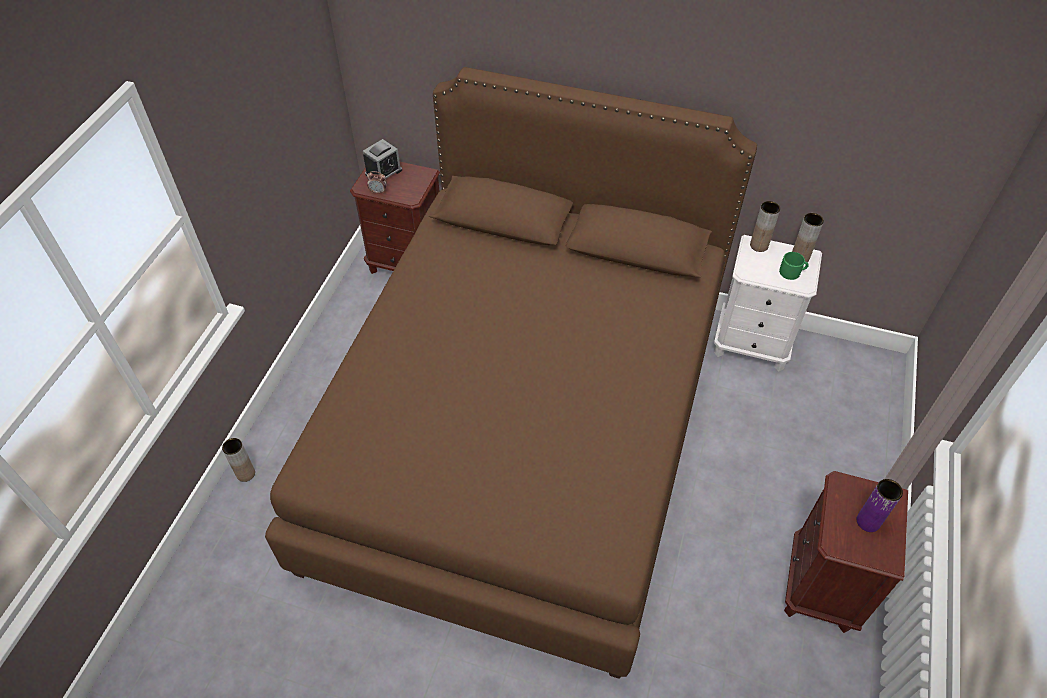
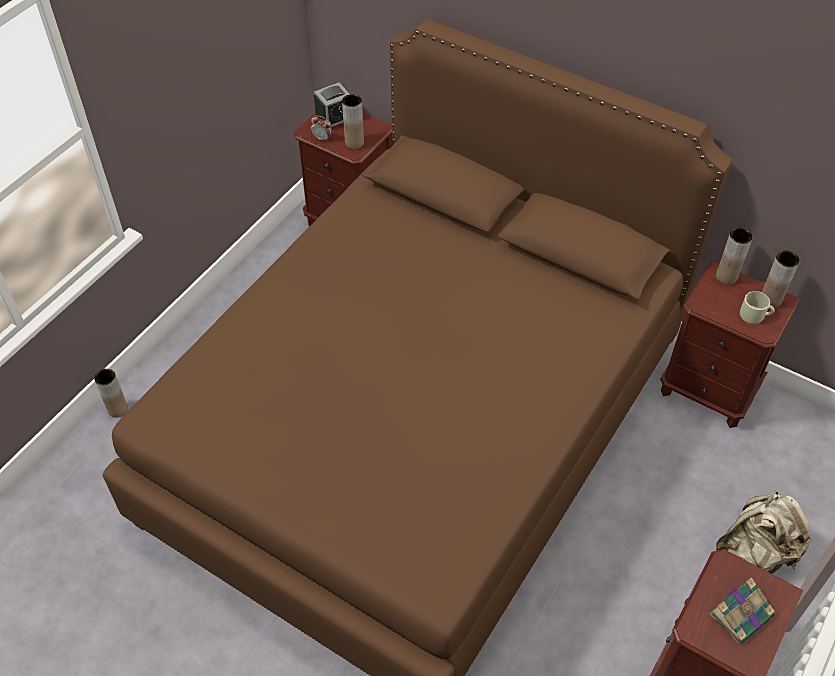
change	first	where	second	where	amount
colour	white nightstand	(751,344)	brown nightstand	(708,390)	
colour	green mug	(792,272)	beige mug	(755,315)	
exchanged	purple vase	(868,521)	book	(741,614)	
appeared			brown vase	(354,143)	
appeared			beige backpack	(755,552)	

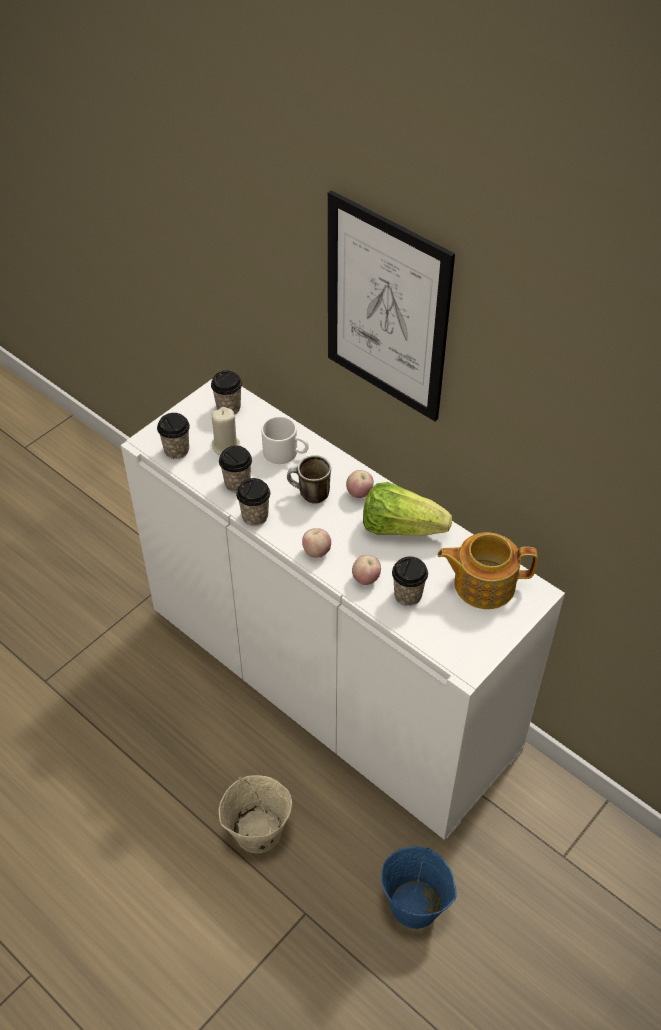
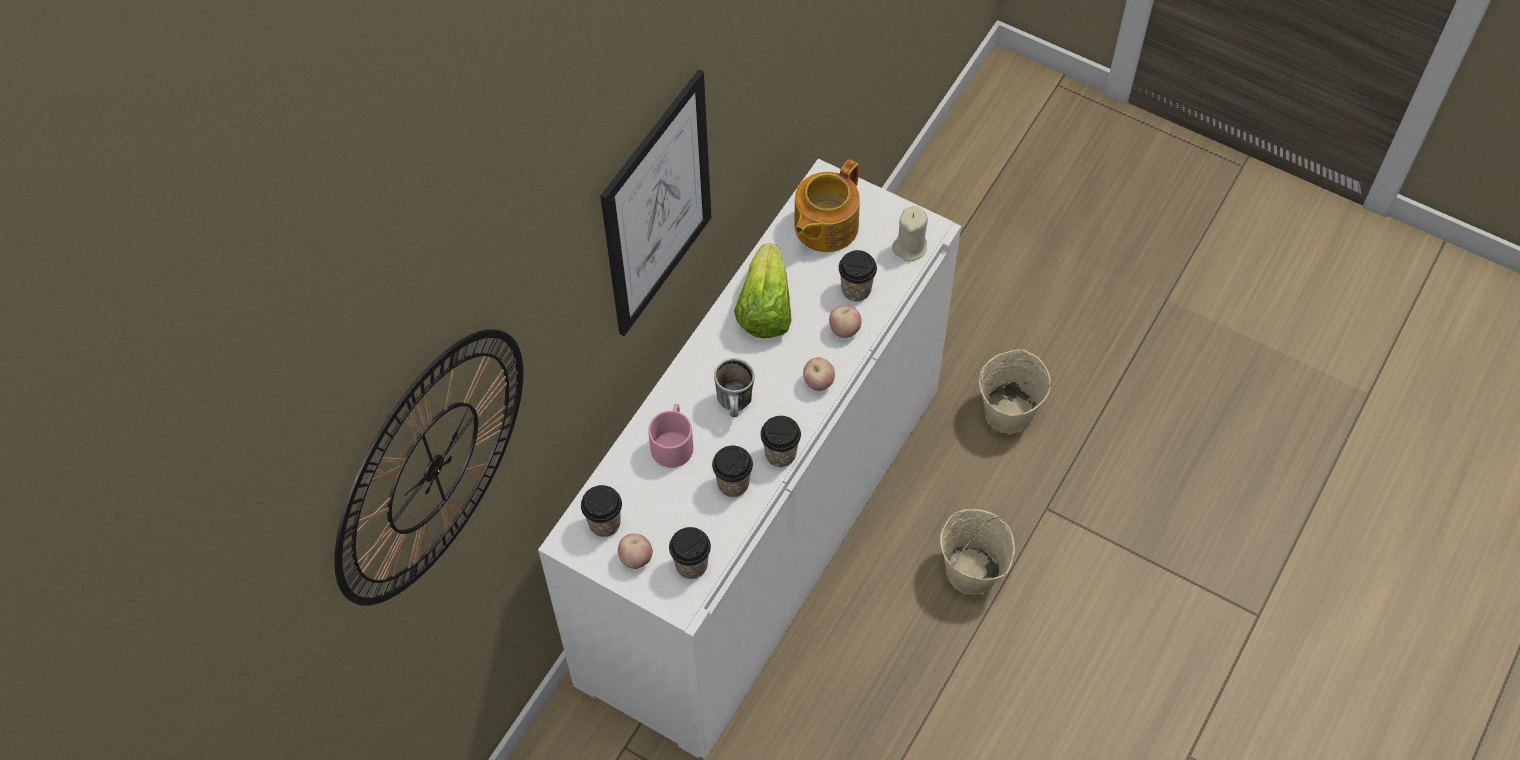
change	first	where	second	where	amount
relocated	beige candle	(226,446)		(910,247)	
colour	white mug	(286,453)	pink mug	(672,442)	
relocated	apple	(359,493)		(636,558)	
spun	teapot	(483,584)		(824,226)	45 degrees clockwise
colour	blue bucket	(415,905)	beige bucket	(1009,411)	
appeared			wall clock	(432,467)	

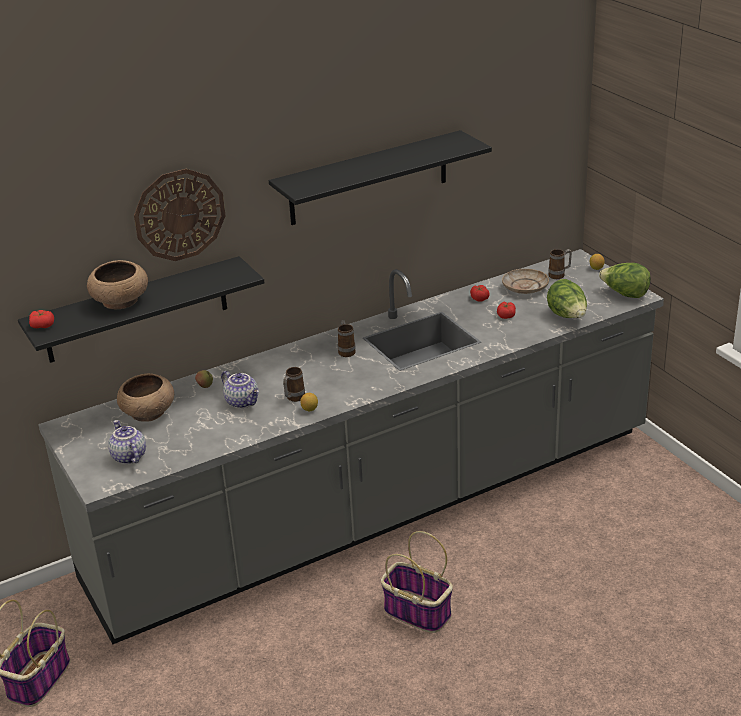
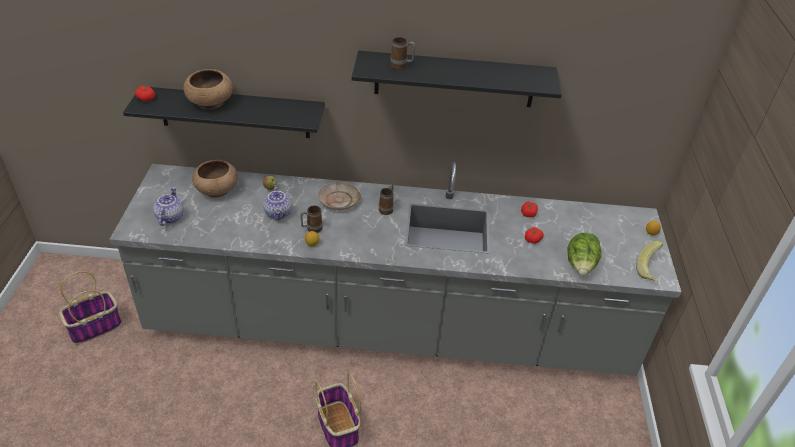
change	first	where	second	where	amount
missing	wall clock	(179,214)			
relocated	mug	(559,275)		(402,66)	
exchanged	lettuce	(624,294)	banana	(650,270)	
relocated	beige plate	(525,287)		(338,201)	

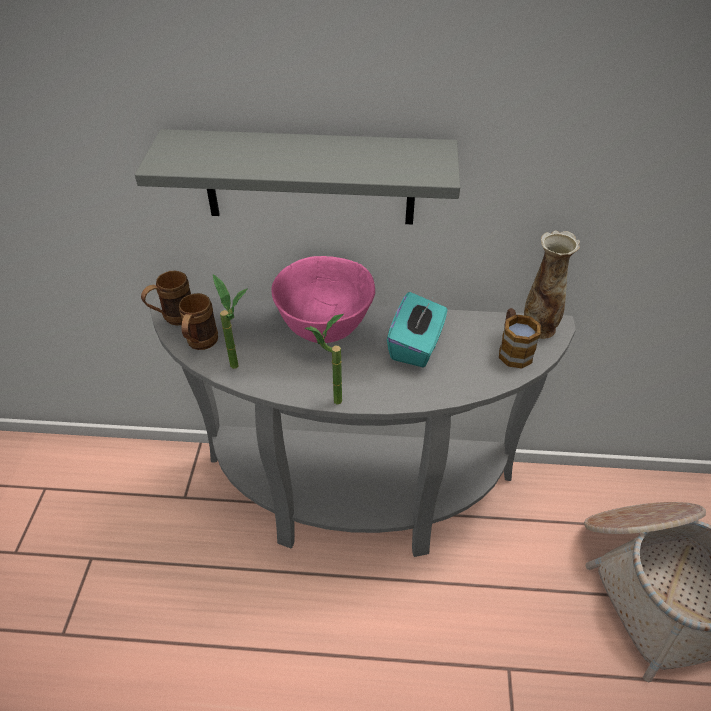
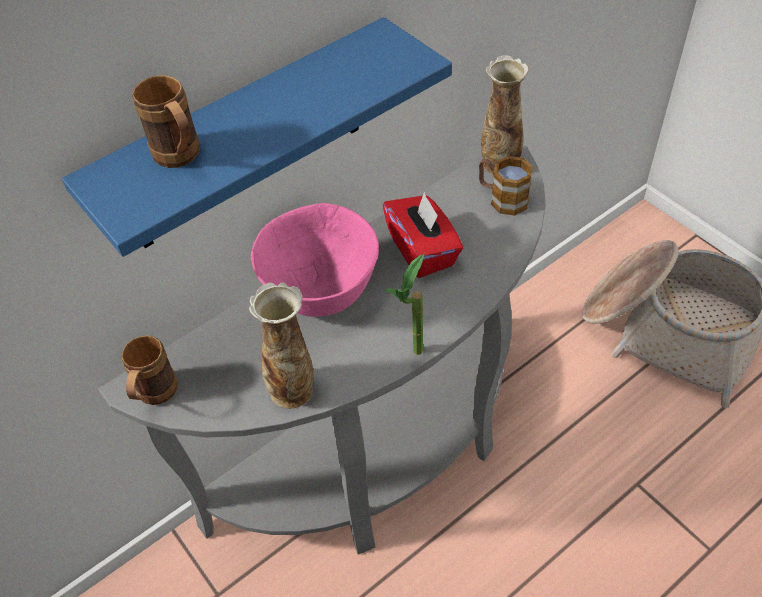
change	first	where	second	where	amount
colour	grey shelf	(309,178)	blue shelf	(246,139)	
exchanged	potted plant	(241,368)	vase	(293,390)	
colour	turquoise tissue box	(416,346)	red tissue box	(423,251)	
relocated	brown mug	(200,345)		(181,159)	

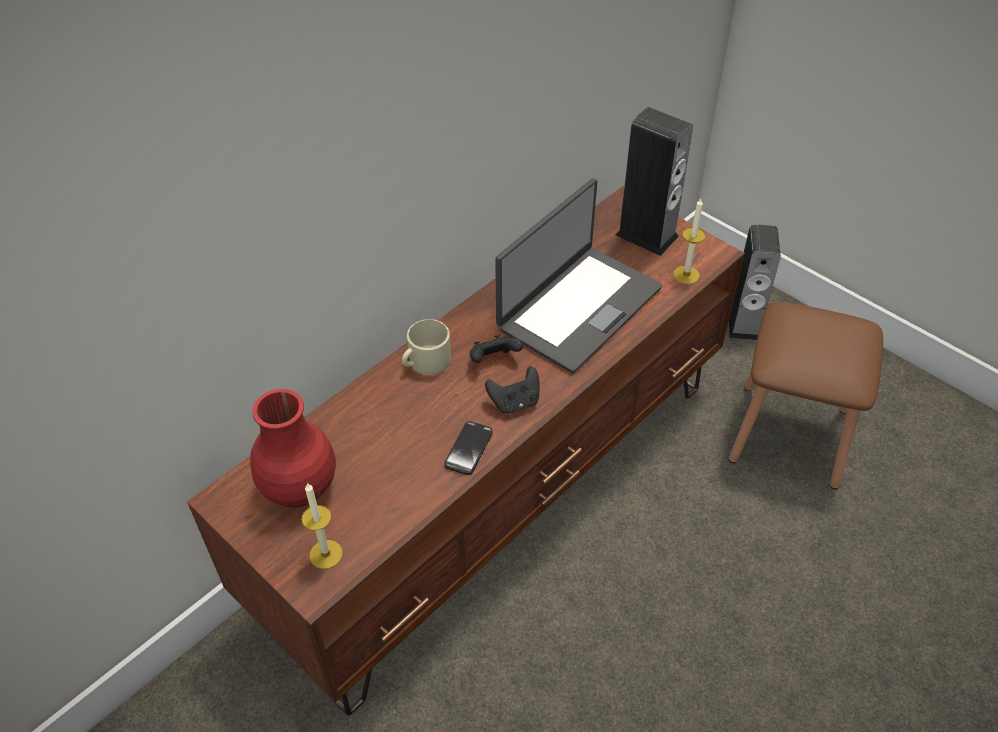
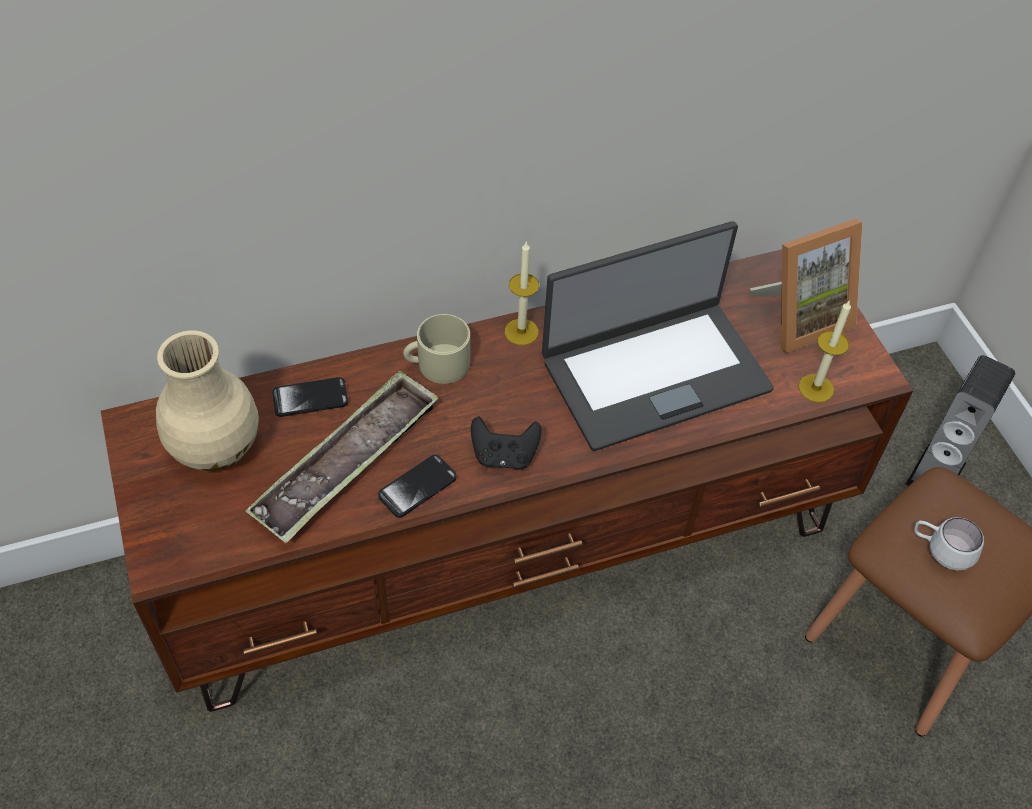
change	first	where	second	where	amount
exchanged	speaker	(646,235)	picture frame	(800,317)	
missing	black game controller	(493,360)			
colour	red vase	(299,489)	beige vase	(215,449)	
relocated	candle	(326,554)		(521,332)	
appeared			tray	(347,462)	
appeared			phone	(310,398)	
appeared			white mug	(940,551)	

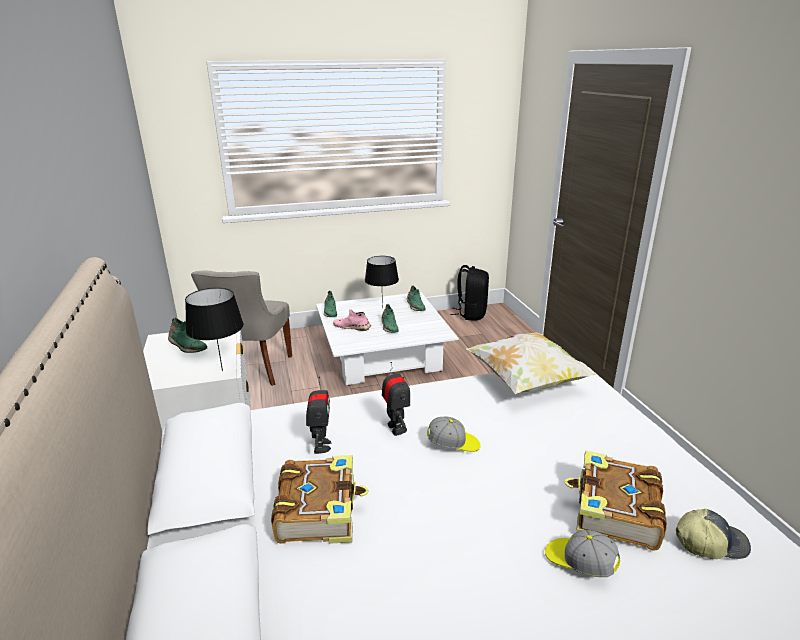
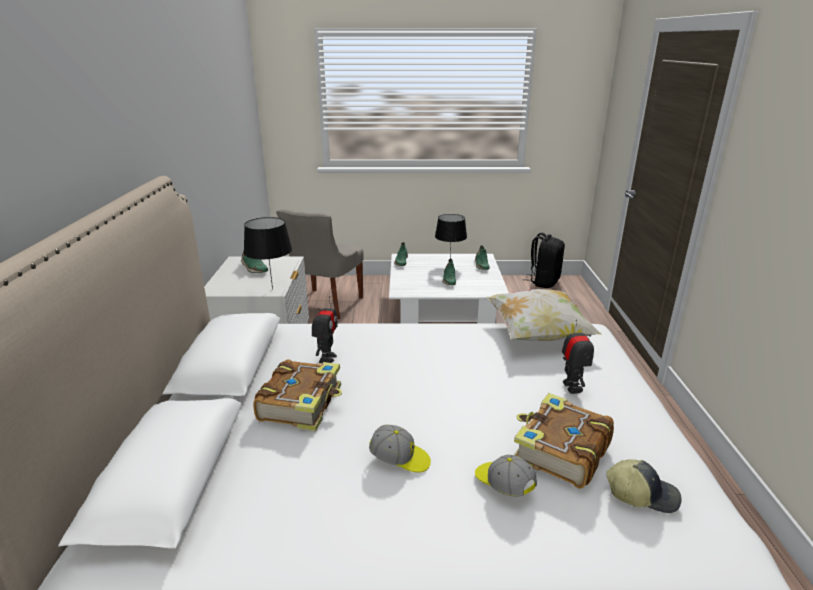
change	first	where	second	where	amount
missing	pink shoe	(352,327)			
relocated	toy robot	(396,428)		(572,387)	
relocated	cap	(453,444)		(400,459)	

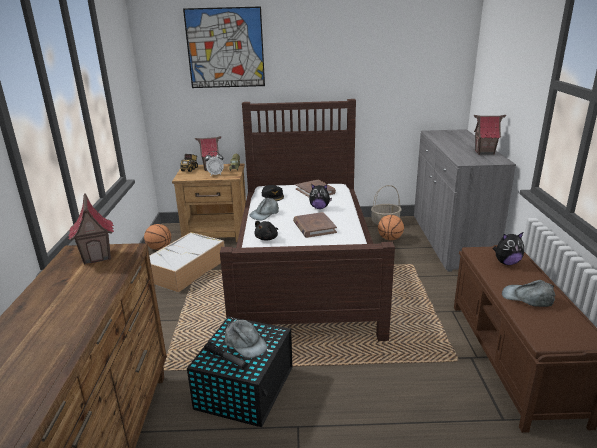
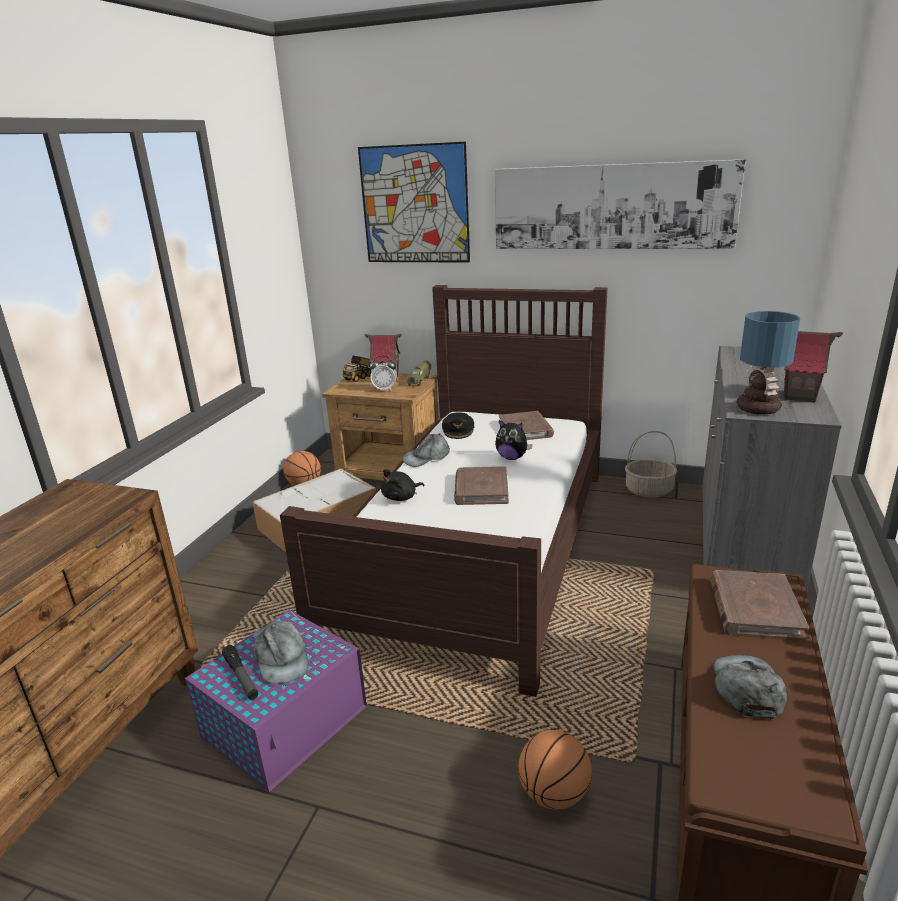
change	first	where	second	where	amount
missing	toy house	(97,256)			
relocated	basketball	(390,239)		(554,794)	
exchanged	plush toy	(506,263)	brown book	(754,608)	
spun	grey cap	(527,298)		(747,687)	45 degrees clockwise
colour	black storage box	(246,386)	purple storage box	(287,720)	
appeared			picture	(611,207)	
appeared			table lamp	(759,409)	

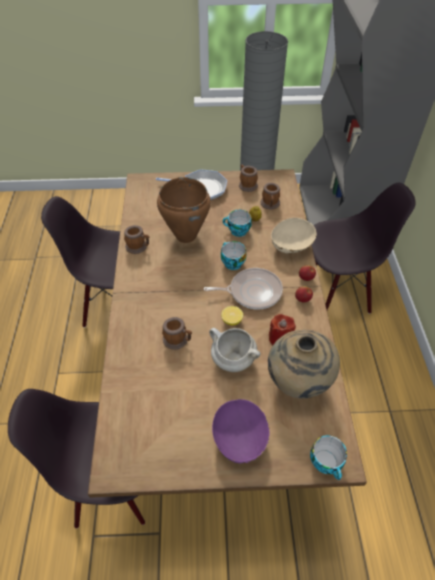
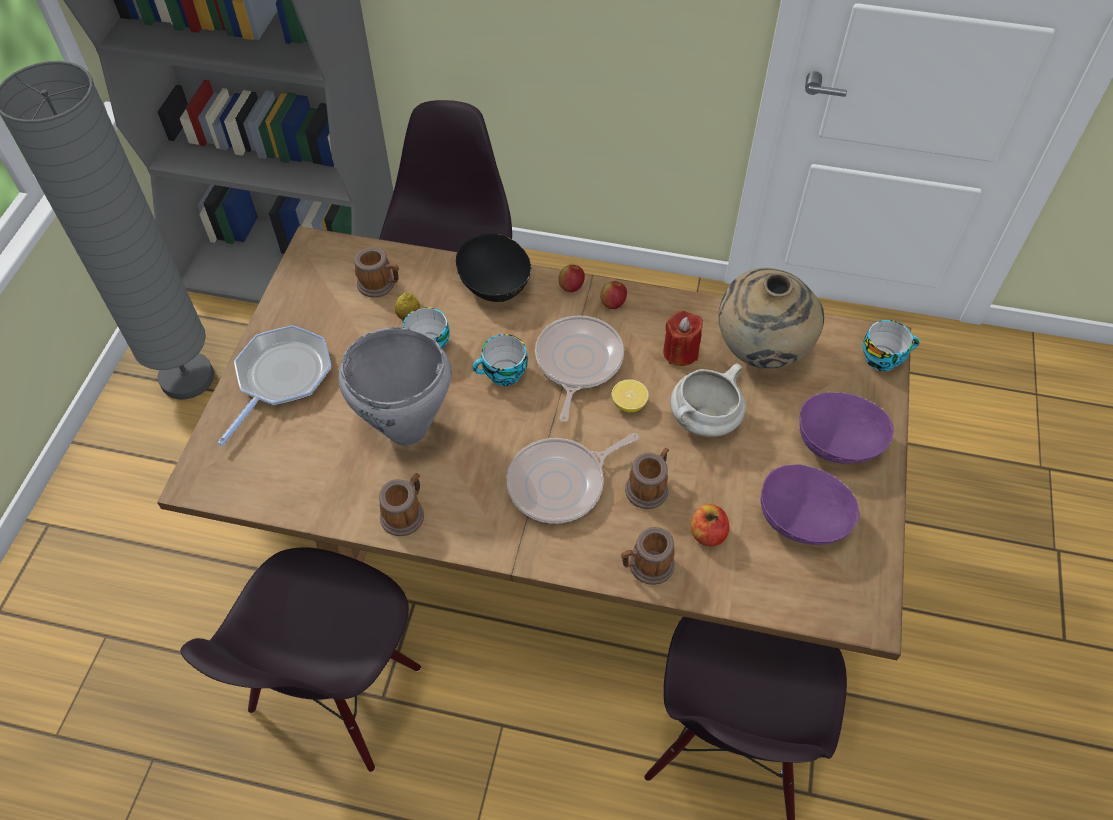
change	first	where	second	where	amount
relocated	mug	(246,184)		(646,566)	
colour	brown cooking pot	(185,236)	grey cooking pot	(407,429)	
colour	beige bowl	(291,246)	black bowl	(495,285)	
appeared			frying pan	(561,483)	
appeared			purple bowl	(802,519)	
appeared			apple	(707,533)	

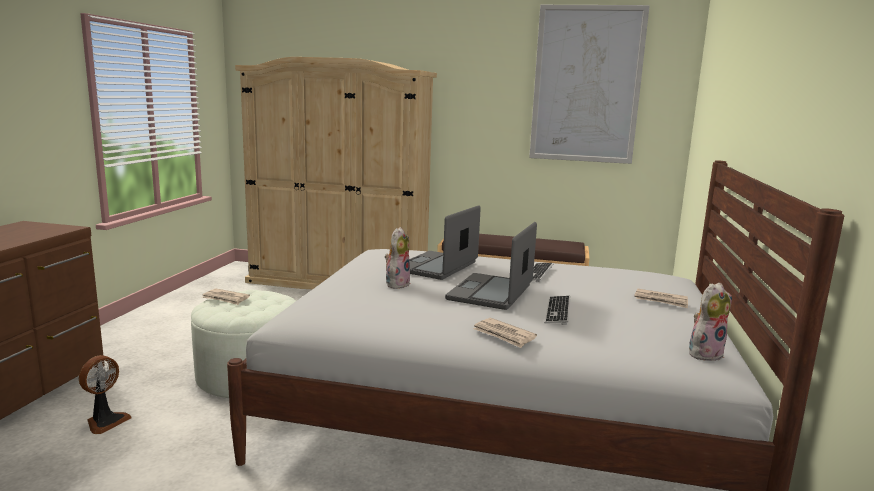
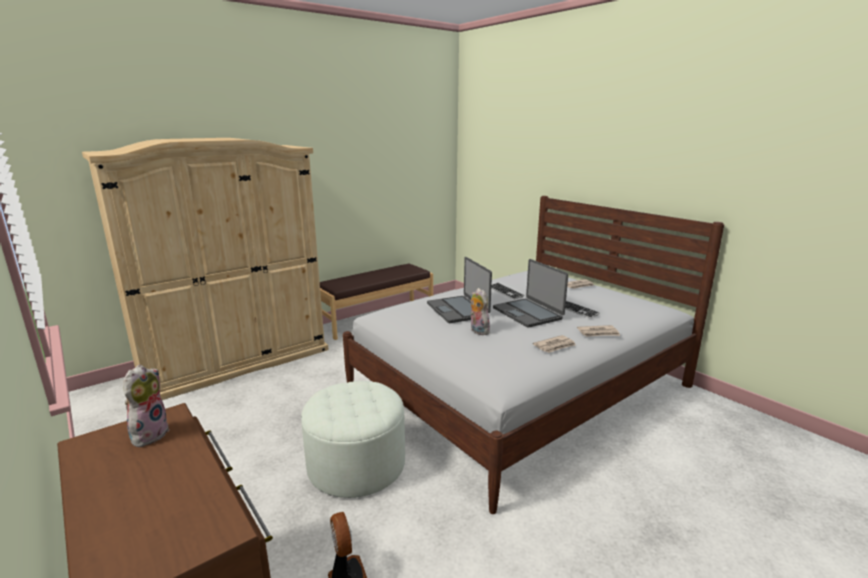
change	first	where	second	where	amount
missing	picture	(586,85)			
relocated	plush toy	(705,353)		(149,434)	
relocated	newspaper	(226,298)		(555,346)	

